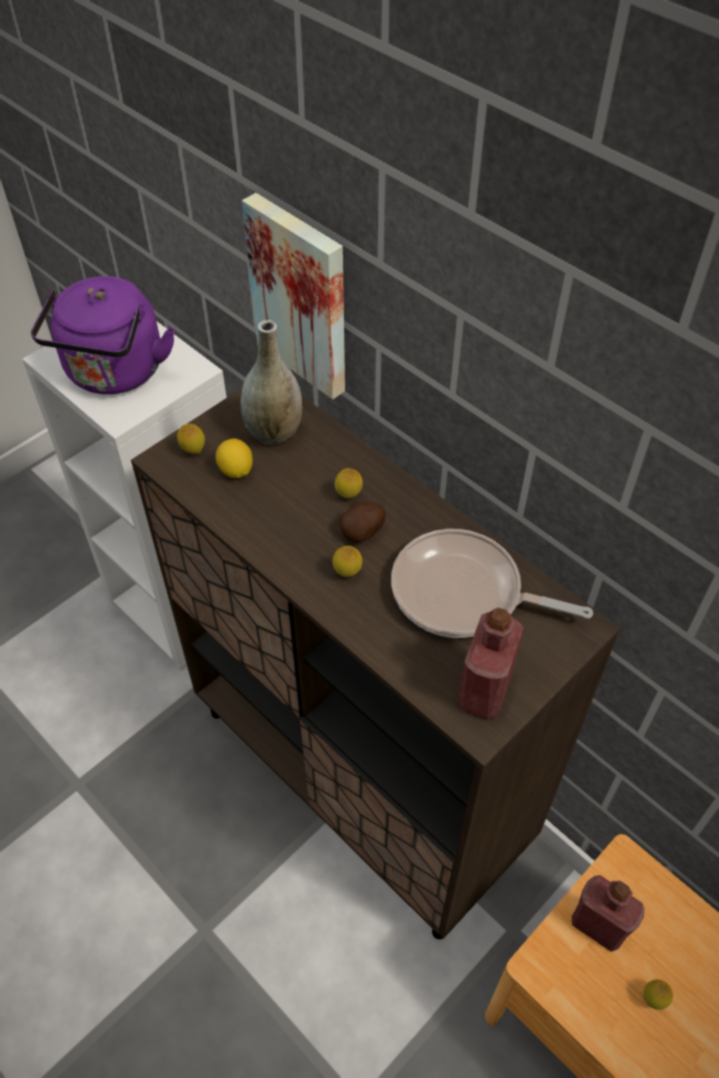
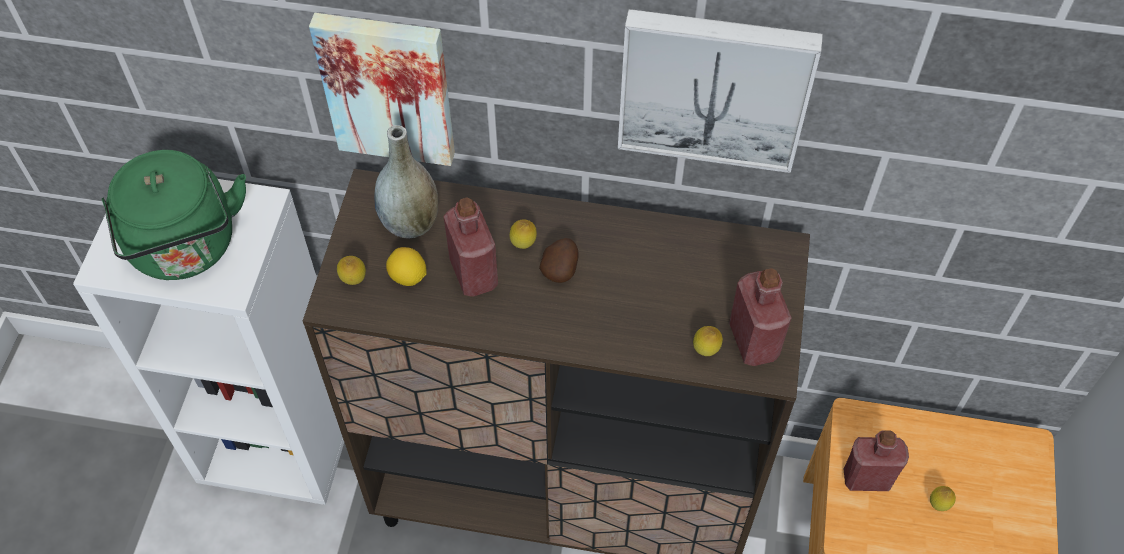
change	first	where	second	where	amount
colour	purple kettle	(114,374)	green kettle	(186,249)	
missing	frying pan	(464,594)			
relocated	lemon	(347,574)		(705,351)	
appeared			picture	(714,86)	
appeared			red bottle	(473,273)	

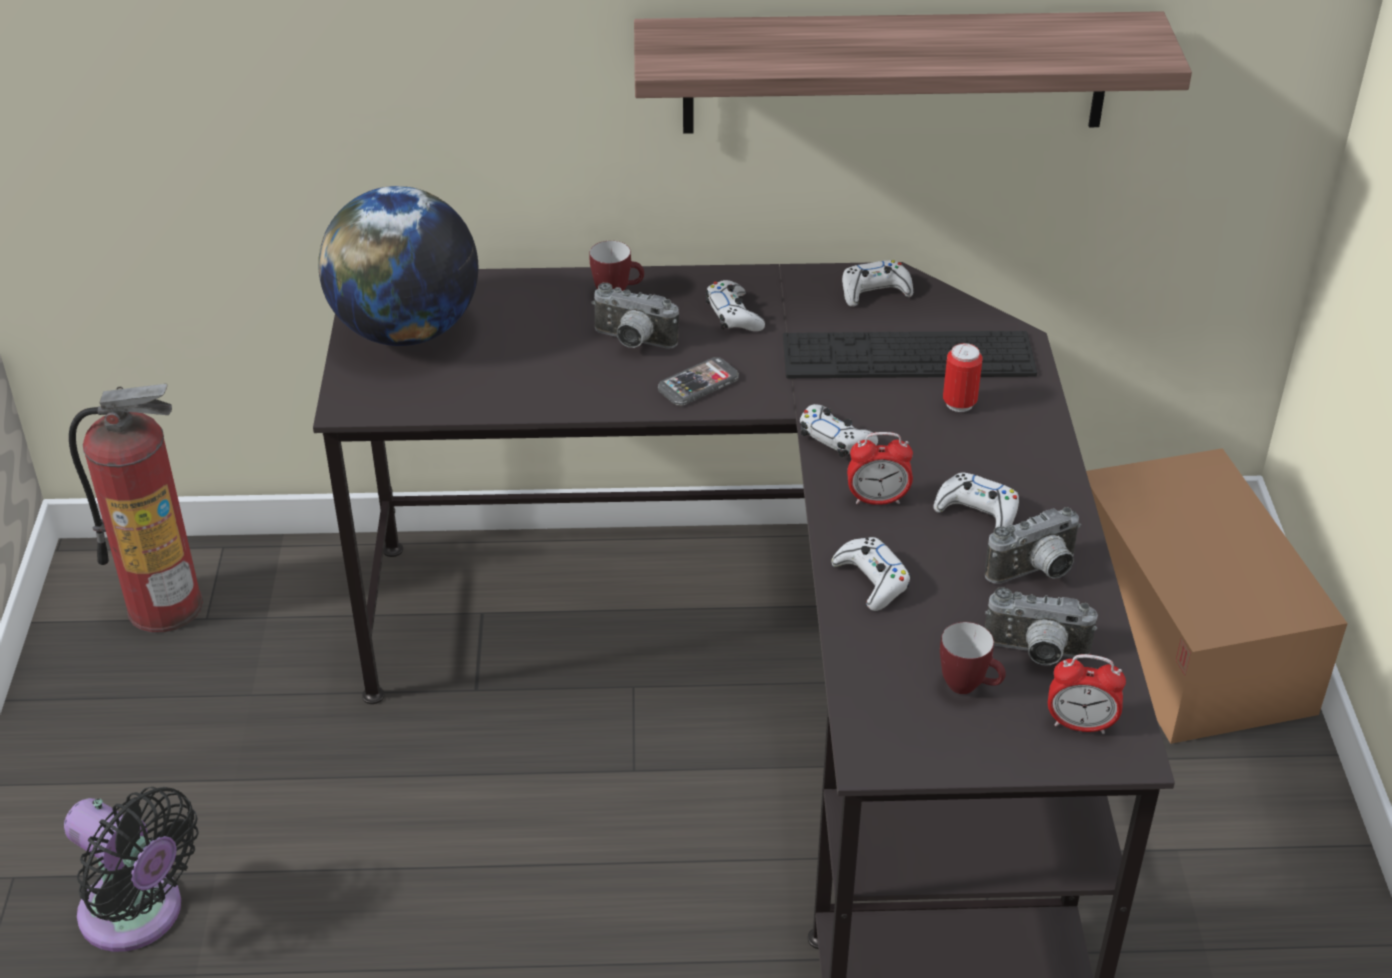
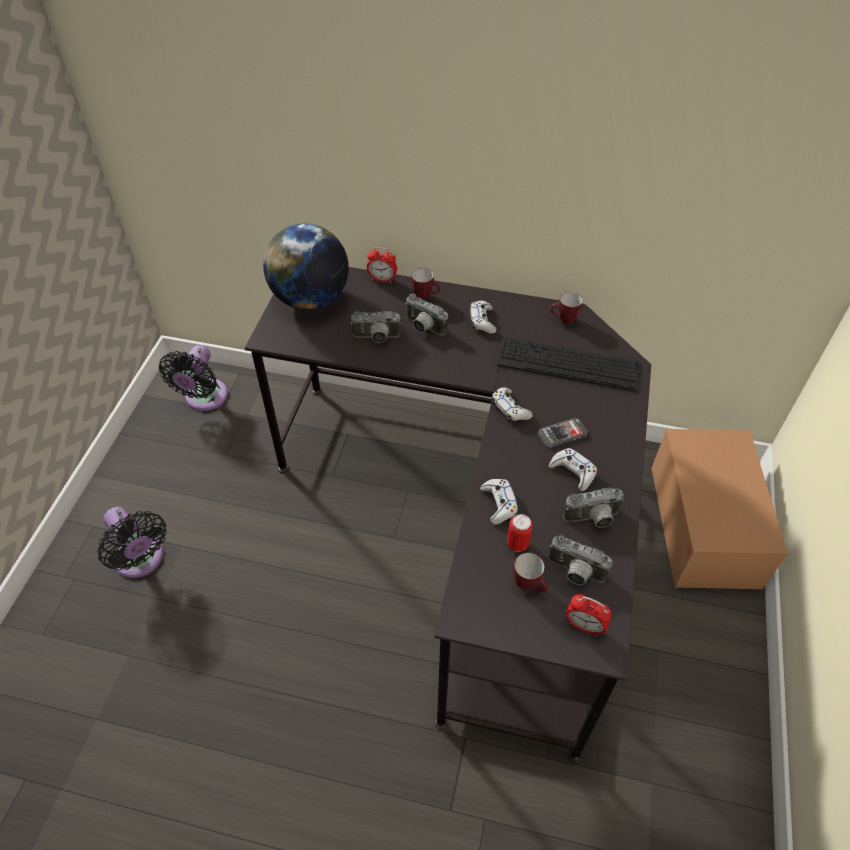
change	first	where	second	where	amount
missing	shelf	(895,72)			
exchanged	white game controller	(874,291)	mug	(563,320)	
relocated	can	(959,403)		(517,544)	
relocated	phone	(698,384)		(562,433)	
exchanged	fire extinguisher	(166,605)	black fan	(204,399)	
relocated	alarm clock	(877,499)		(382,279)	
appeared			photo camera	(376,338)	

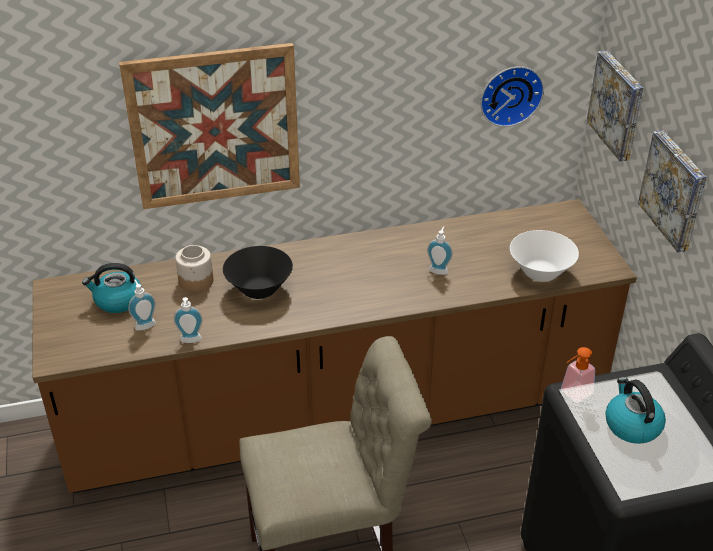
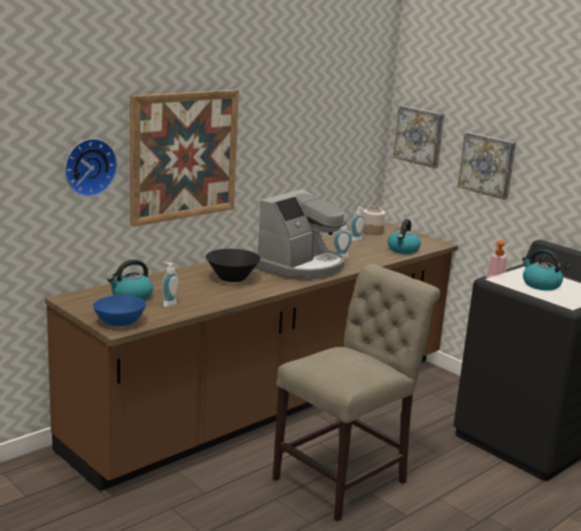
change	first	where	second	where	amount
relocated	wall clock	(510,94)		(88,166)	
exchanged	white bowl	(541,272)	kettle	(403,250)	
relocated	jar	(196,281)		(372,231)	
relocated	soap dispenser	(190,341)		(357,240)	
appeared			coffee machine	(301,266)	
appeared			blue bowl	(119,322)	

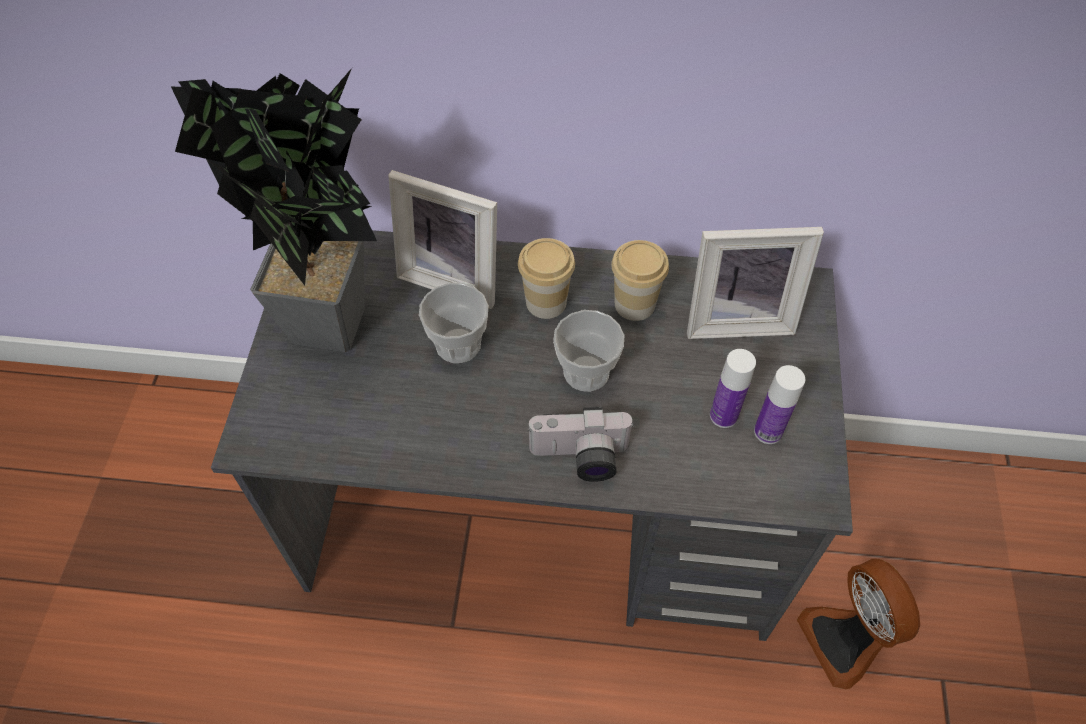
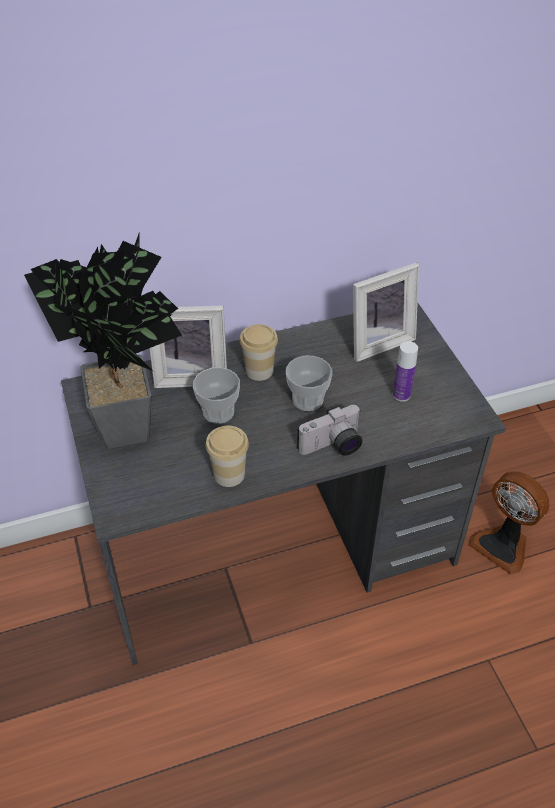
change	first	where	second	where	amount
relocated	cup	(634,304)		(229,474)	
missing	bottle	(768,431)			

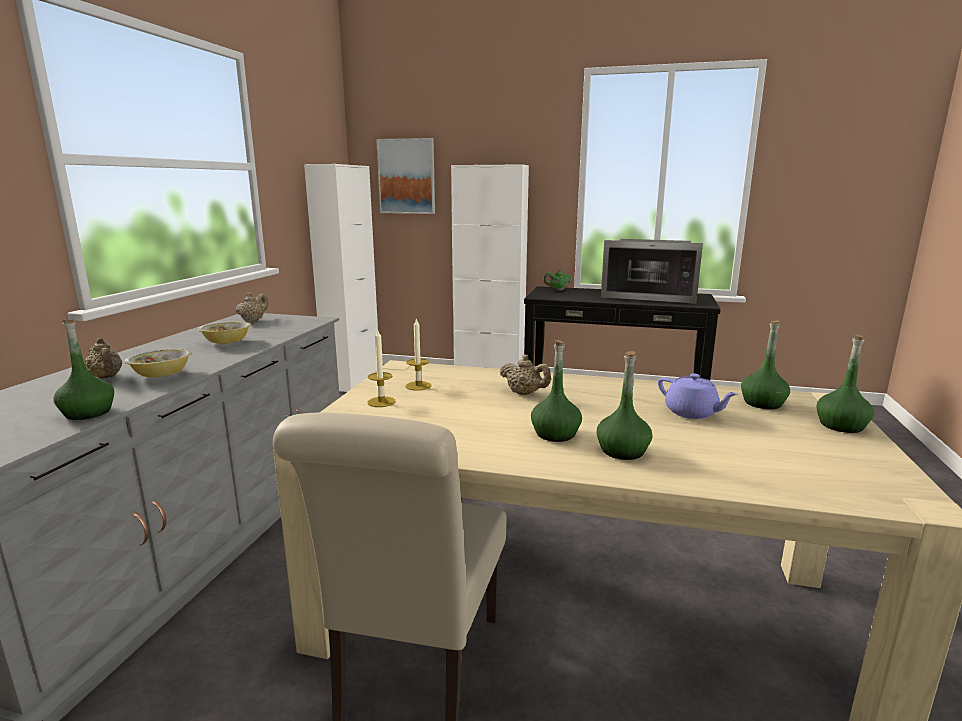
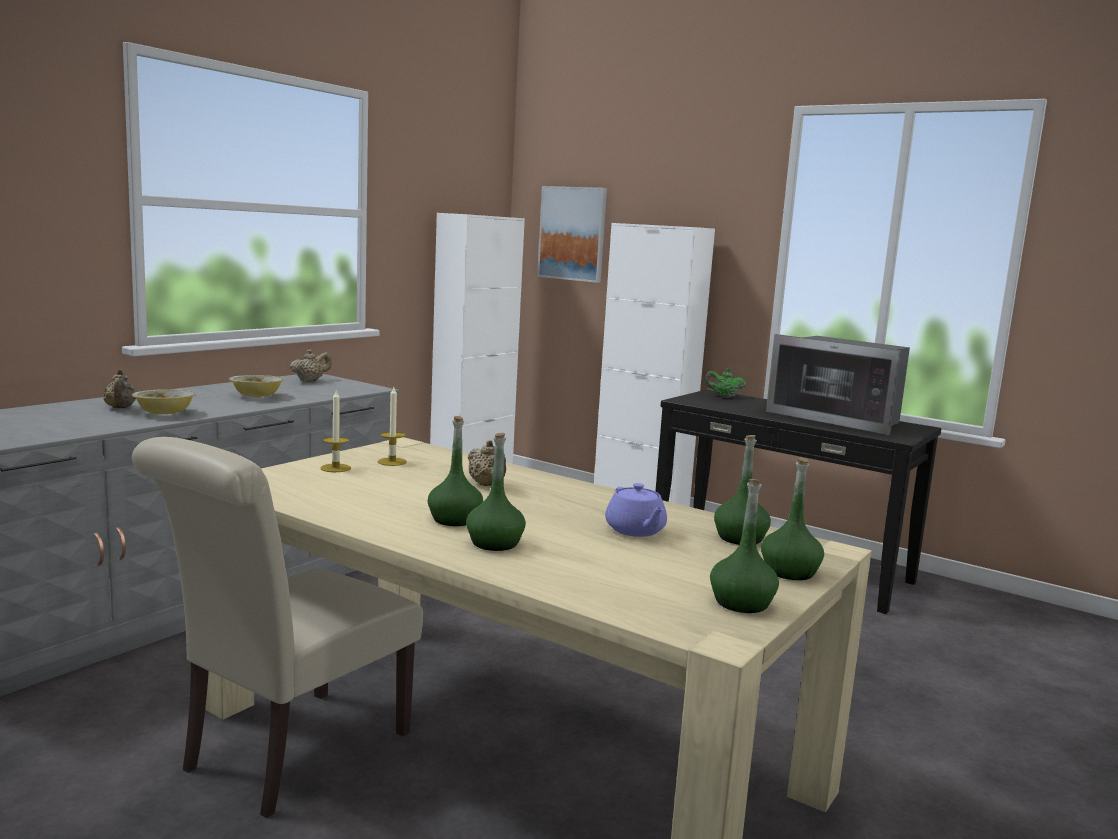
change	first	where	second	where	amount
relocated	green bottle	(88,413)		(741,603)	

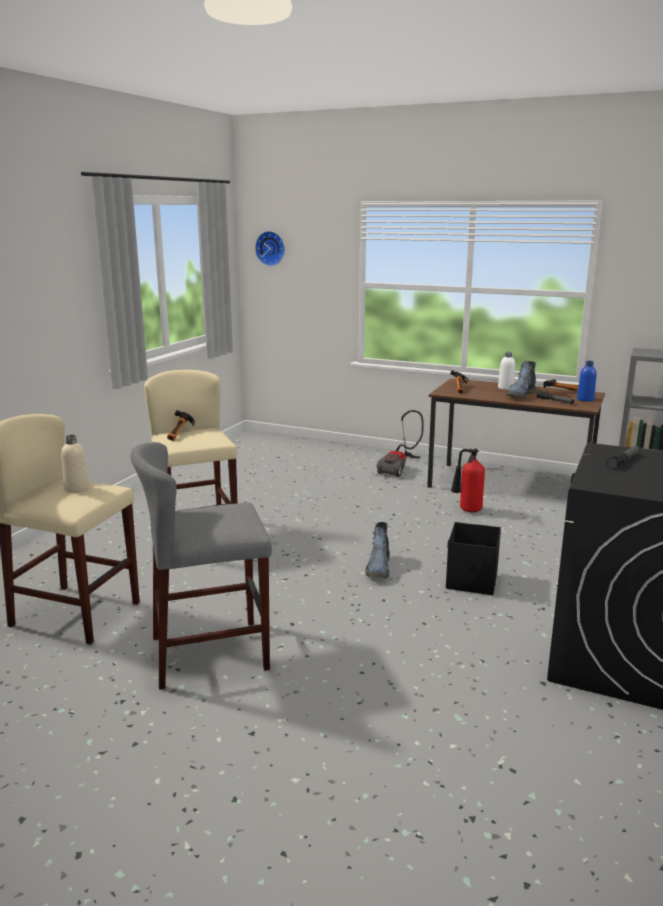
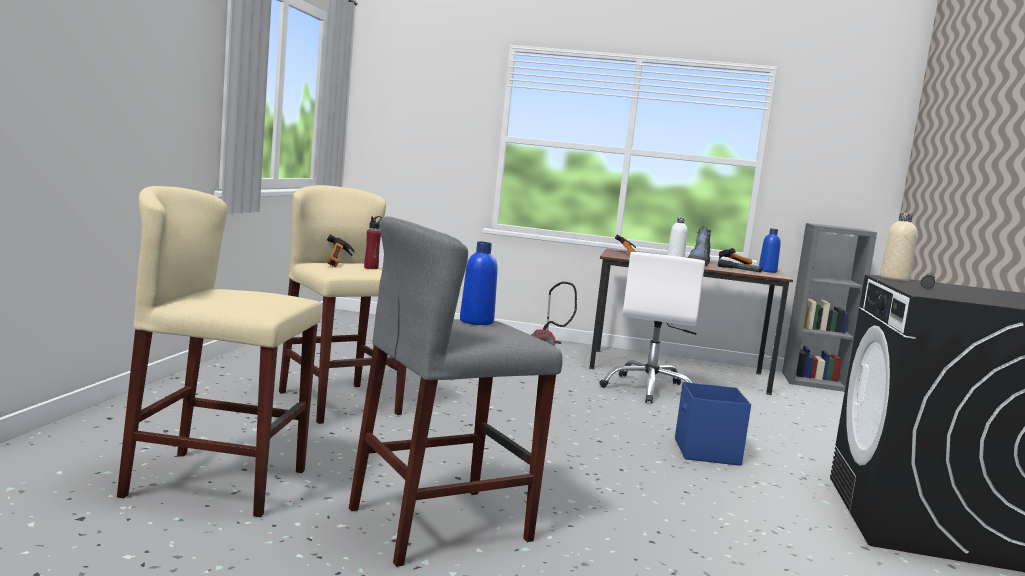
change	first	where	second	where	amount
missing	wall clock	(271,248)			
relocated	beige bottle	(77,489)		(894,278)	
exchanged	fire extinguisher	(467,510)	white office chair	(649,390)	
missing	boot	(379,569)			
colour	black storage box	(471,581)	blue storage box	(706,452)	
appeared			red bottle	(371,268)	
appeared			blue bottle	(476,321)	

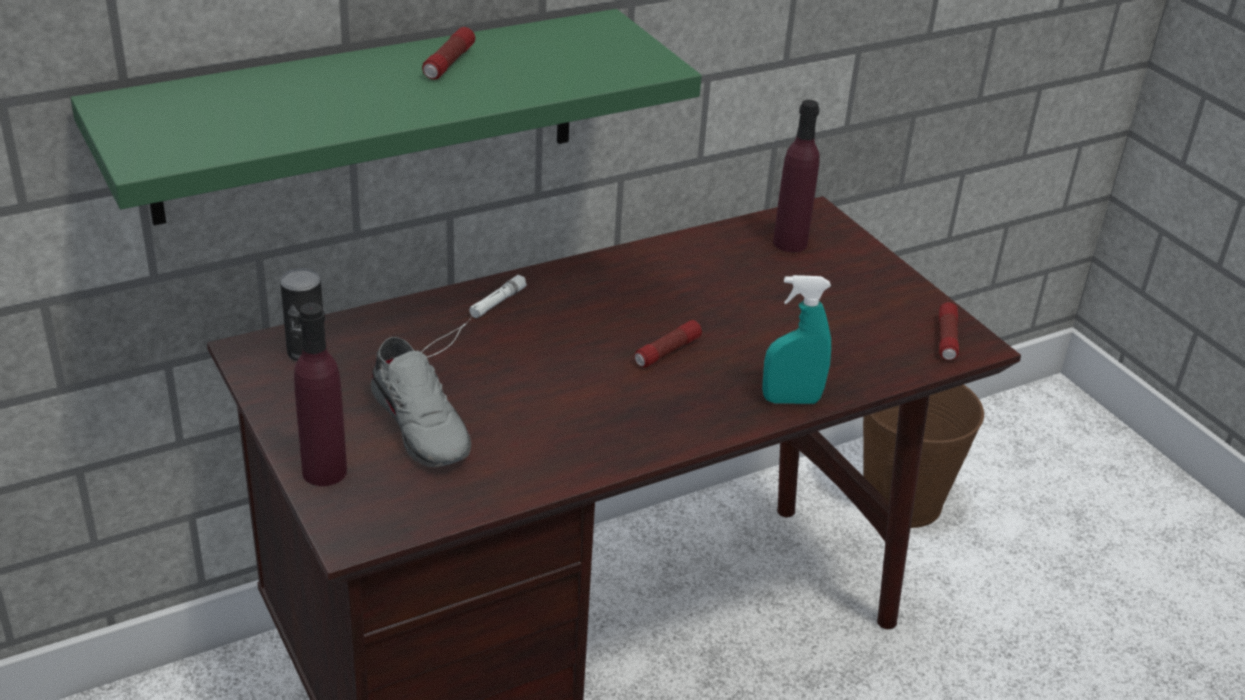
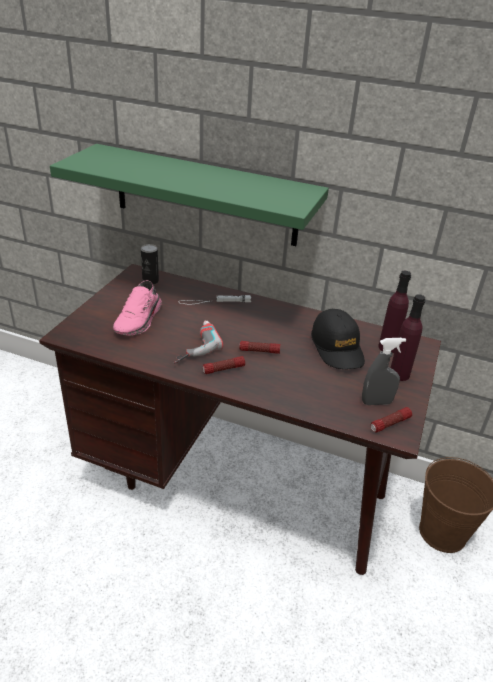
change	first	where	second	where	amount
relocated	flashlight	(449,63)		(223,369)	
missing	turquoise spray bottle	(791,400)			
relocated	purple bottle	(324,471)		(399,374)	
colour	grey shoe	(423,425)	pink shoe	(140,320)	
appeared			black cap	(337,348)	
appeared			power drill	(192,345)	
appeared			grey spray bottle	(376,402)	

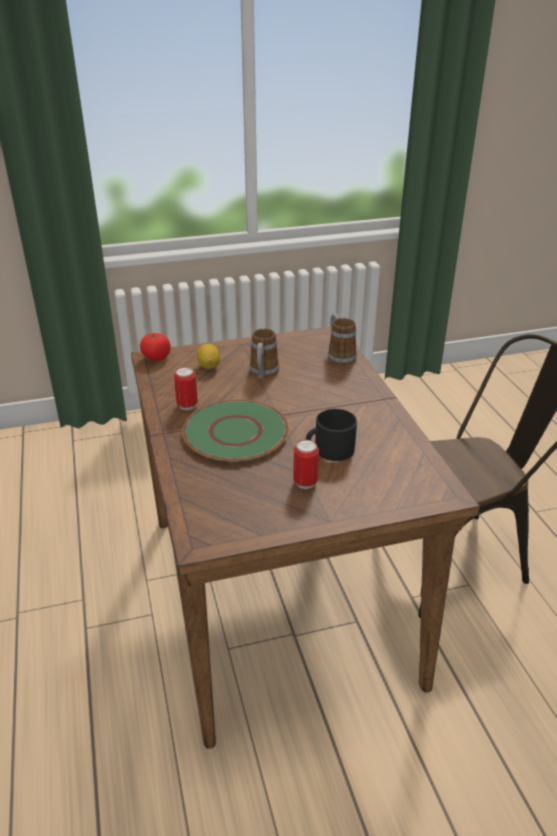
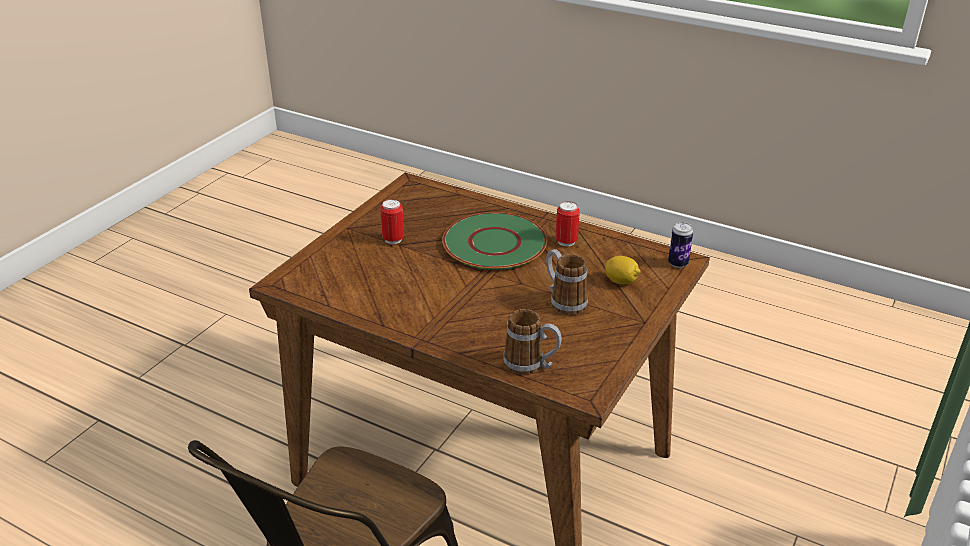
change	first	where	second	where	amount
exchanged	tomato	(156,357)	can	(678,263)	
missing	black mug	(329,450)			

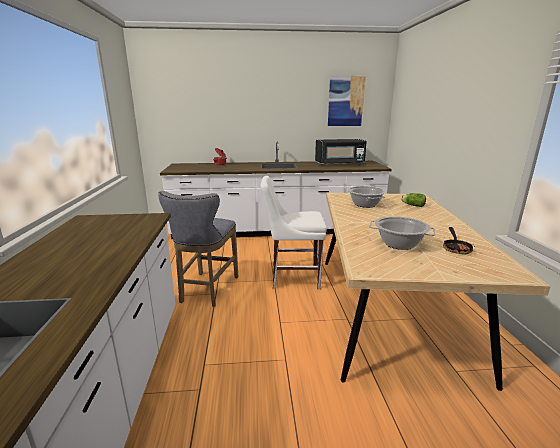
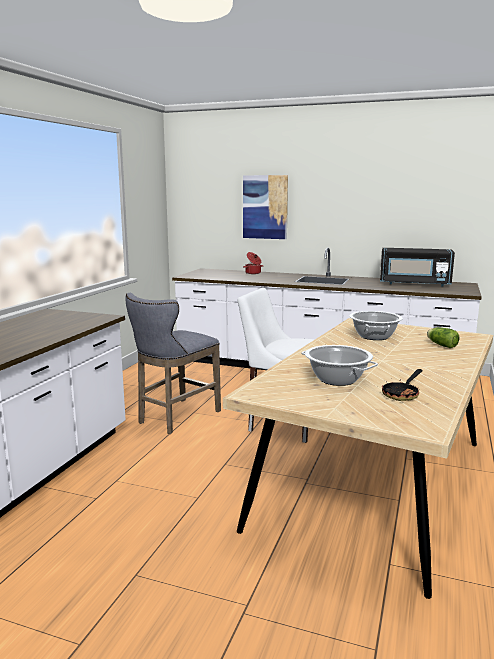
change	first	where	second	where	amount
relocated	picture	(346,101)		(265,207)	

